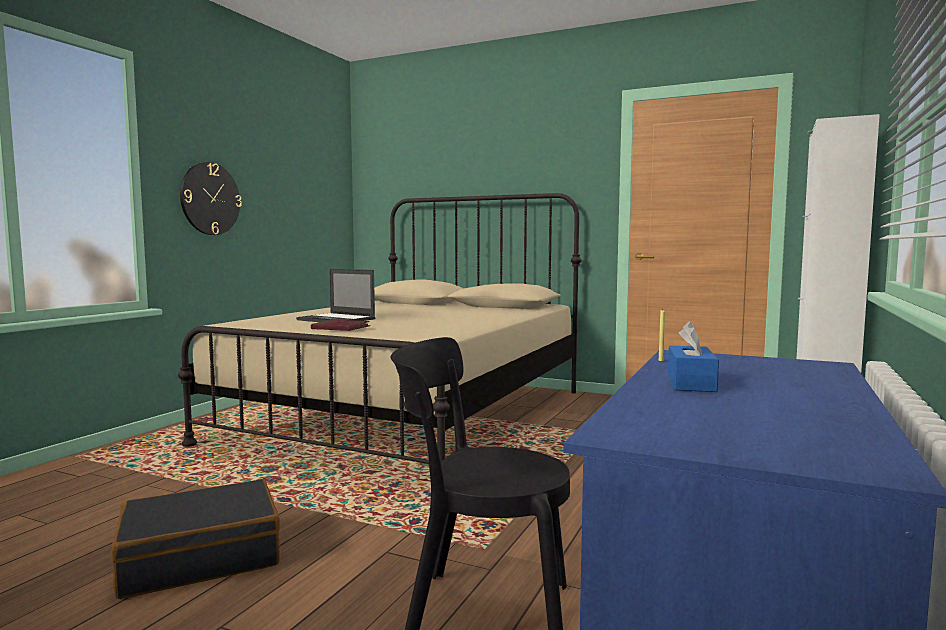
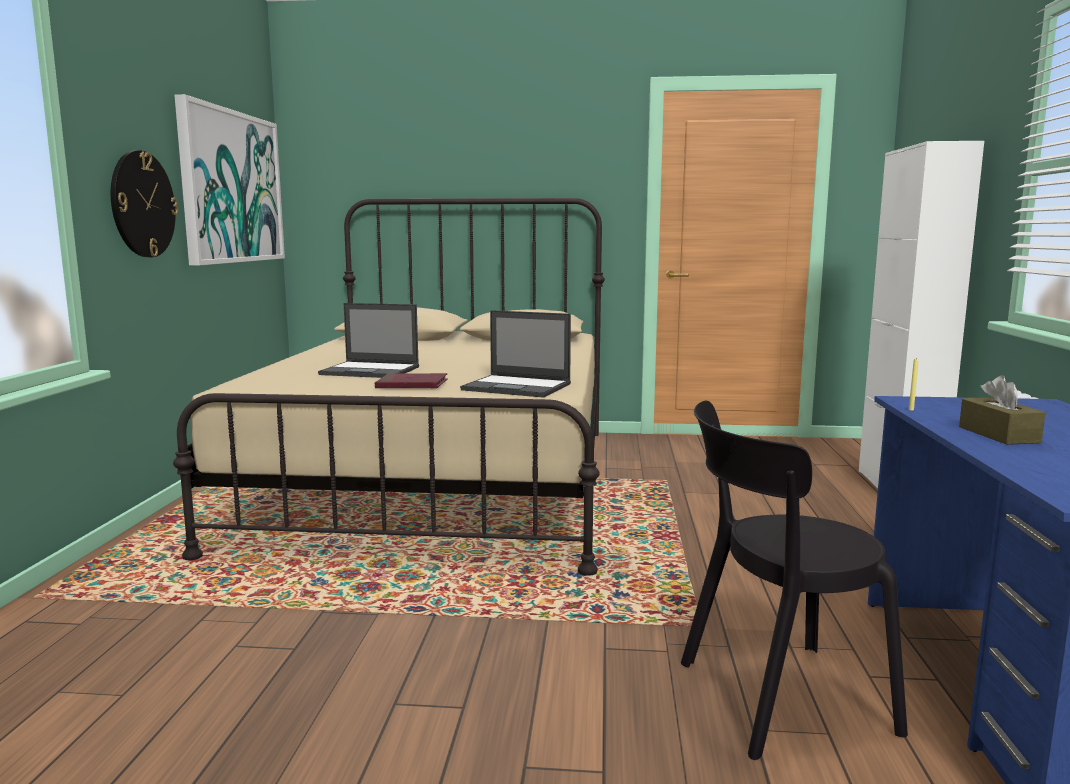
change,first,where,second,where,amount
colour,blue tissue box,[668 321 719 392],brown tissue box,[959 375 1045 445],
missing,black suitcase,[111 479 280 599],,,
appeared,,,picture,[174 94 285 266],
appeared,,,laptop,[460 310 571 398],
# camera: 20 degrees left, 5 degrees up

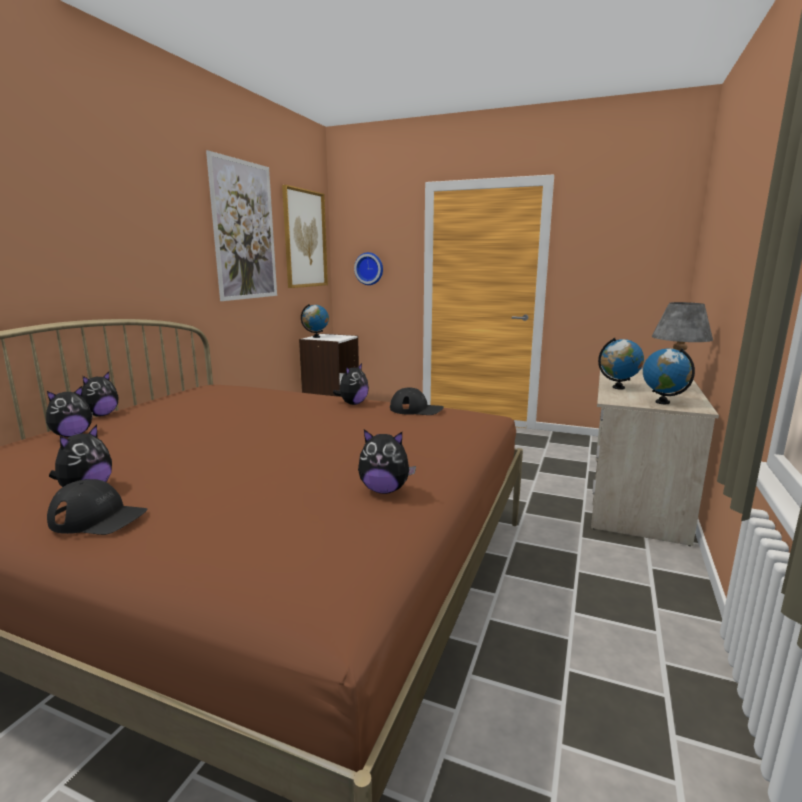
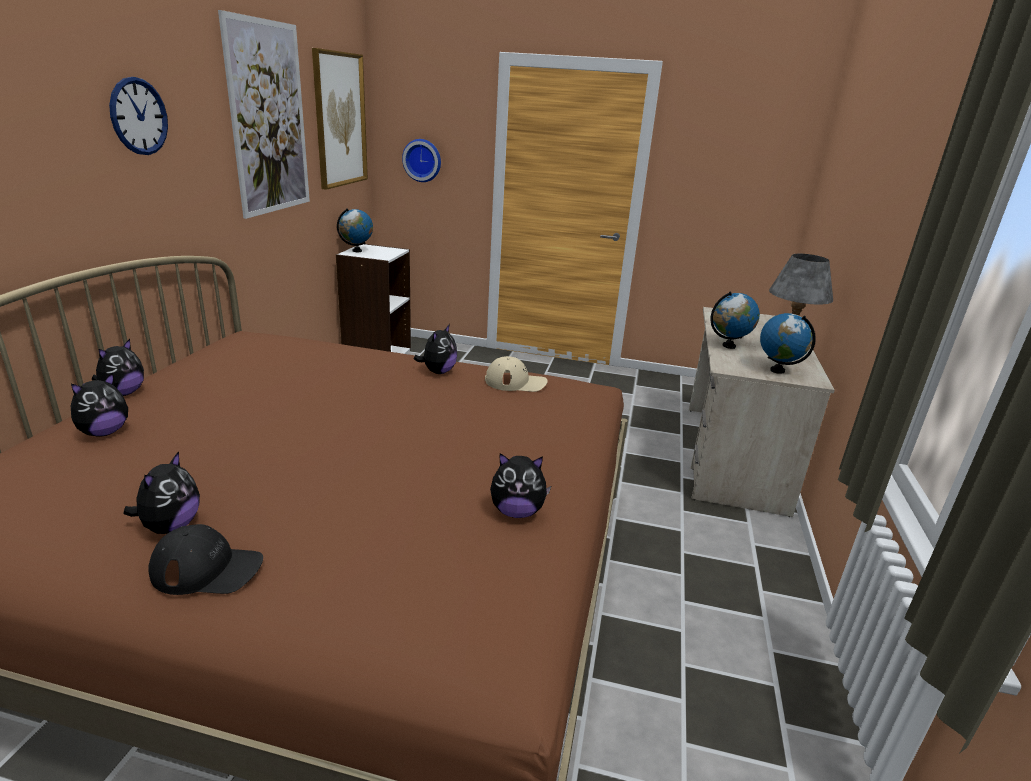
change,first,where,second,where,amount
colour,black cap,[390 388 444 415],beige cap,[485 356 548 392],
appeared,,,wall clock,[109 77 168 155],
# camera: 10 degrees left, 10 degrees up

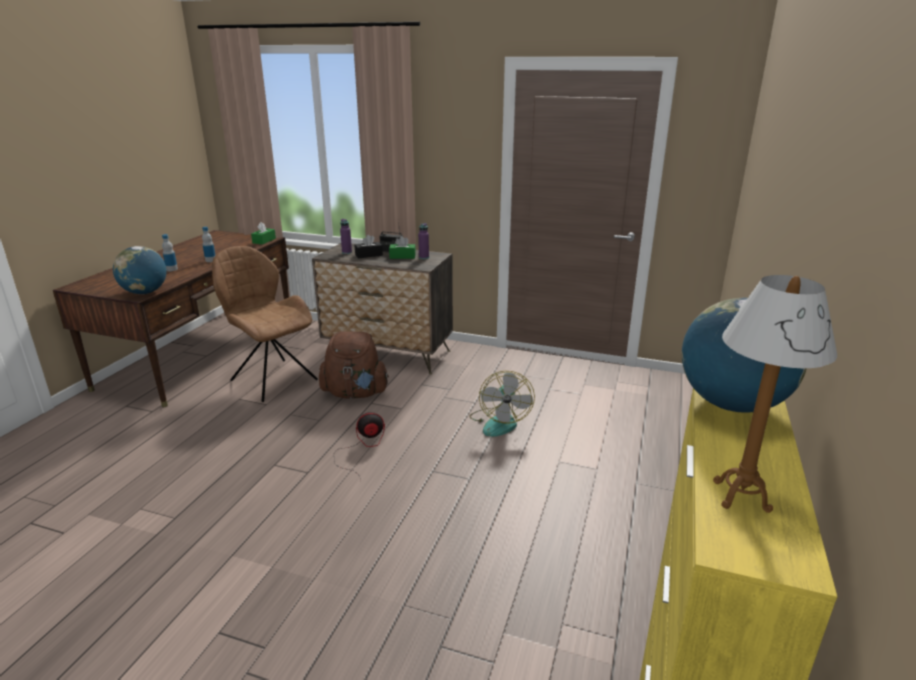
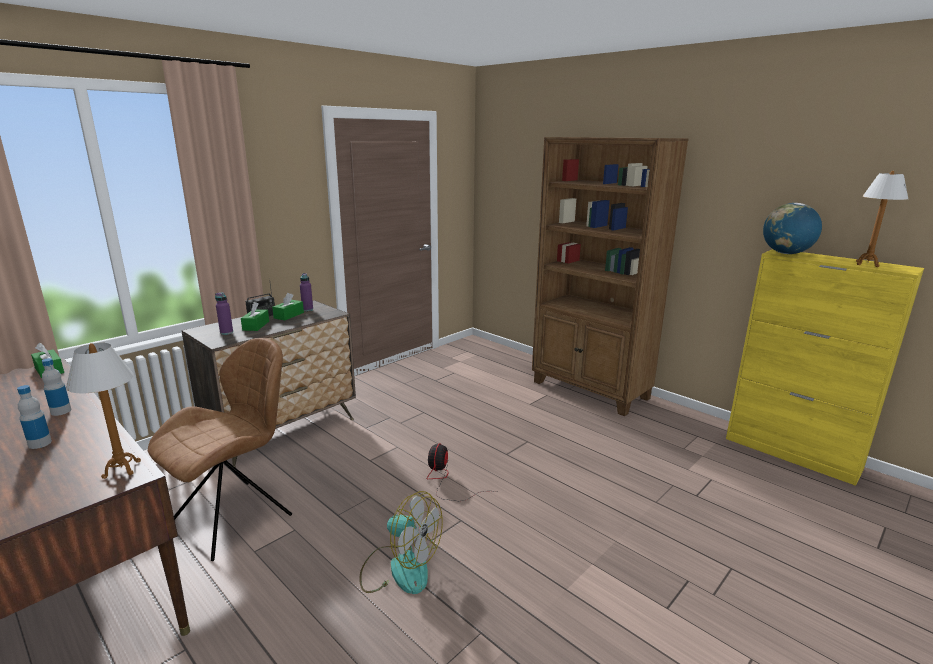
change,first,where,second,where,amount
colour,black tissue box,[355 235 383 258],green tissue box,[241 302 269 331],
exchanged,globe,[113 246 166 294],table lamp,[66 343 141 479],
spun,brown chair,[212 246 318 402],,[148 338 292 561],150 degrees clockwise
missing,brown backpack,[319 331 389 399],,,
relocated,fan,[469 371 535 437],,[359 491 443 594],
appeared,,,brown bookcase,[532 137 689 416],
# camera: 65 degrees left, 5 degrees down

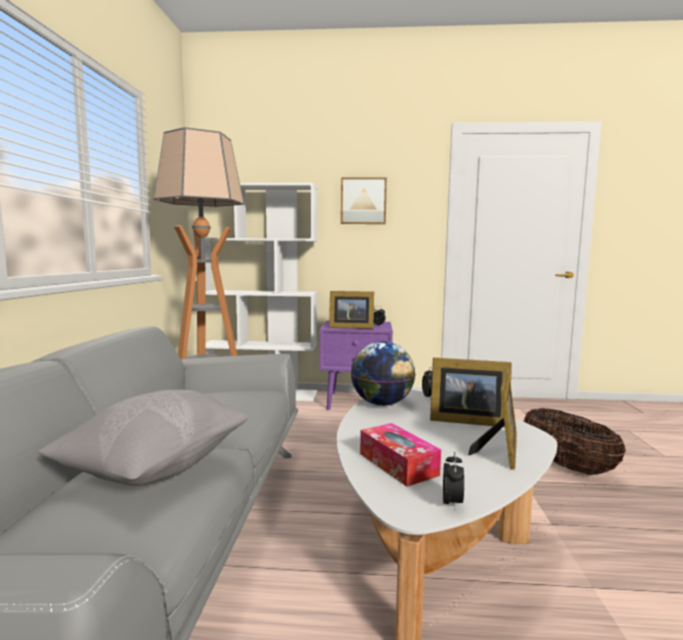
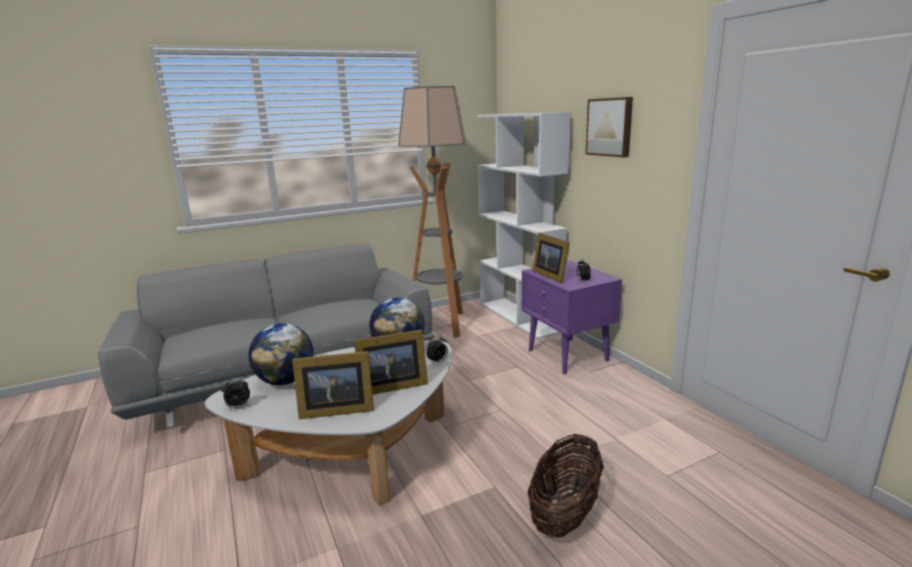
change,first,where,second,where,amount
spun,picture frame,[430 357 512 427],,[354 329 428 395],90 degrees counterclockwise
missing,grey pillow,[38 390 248 486],,,
exchanged,tissue box,[360 423 441 487],globe,[248 323 314 385],
# camera: 60 degrees right, 10 degrees up

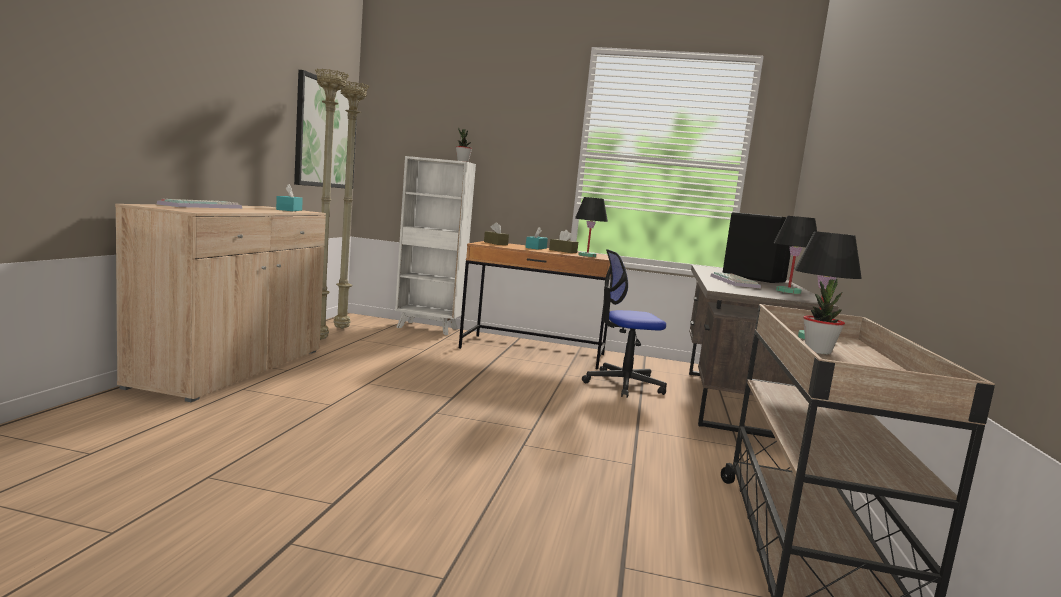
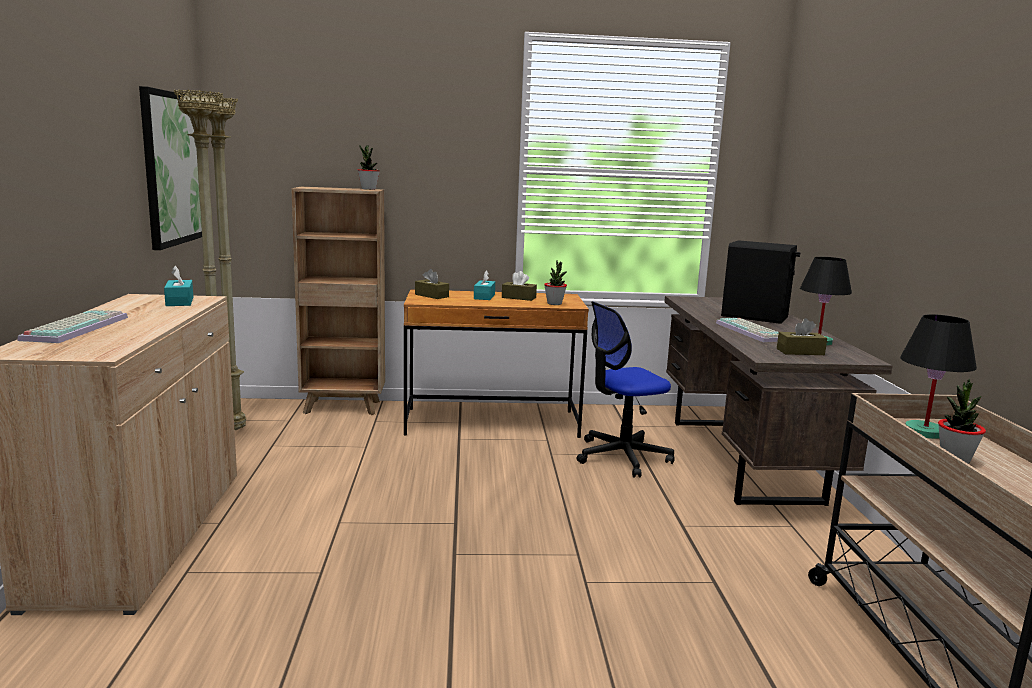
change,first,where,second,where,amount
colour,white bookcase,[395 156 476 335],brown bookcase,[291 187 385 415],
exchanged,black table lamp,[575 197 608 257],potted plant,[544 260 567 305],
appeared,,,brown tissue box,[777 318 827 355],
# camera: 15 degrees left, 5 degrees up

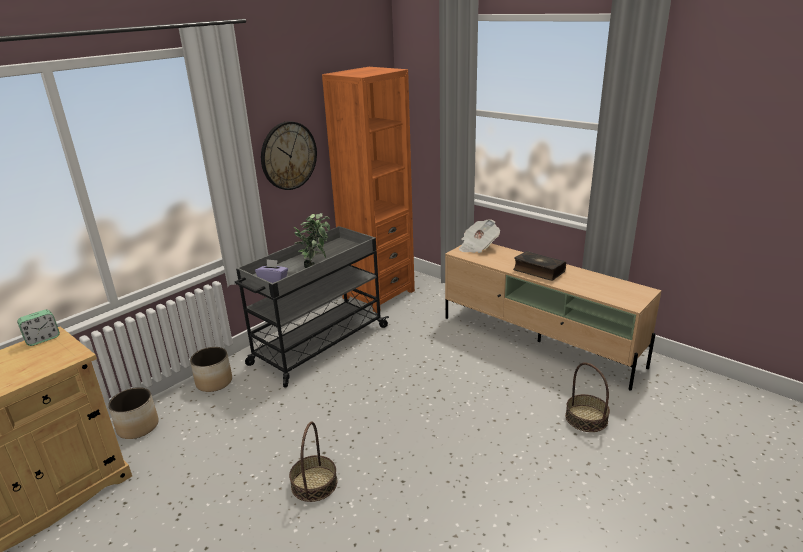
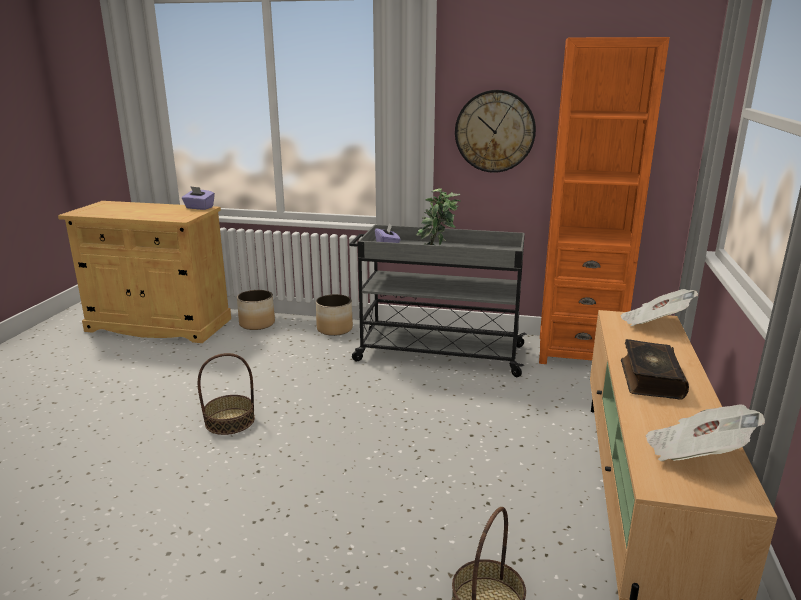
change,first,where,second,where,amount
exchanged,alarm clock,[17 310 60 346],purple tissue box,[182 186 215 210],
appeared,,,newspaper,[646 405 765 461],
# camera: 60 degrees right, 5 degrees down

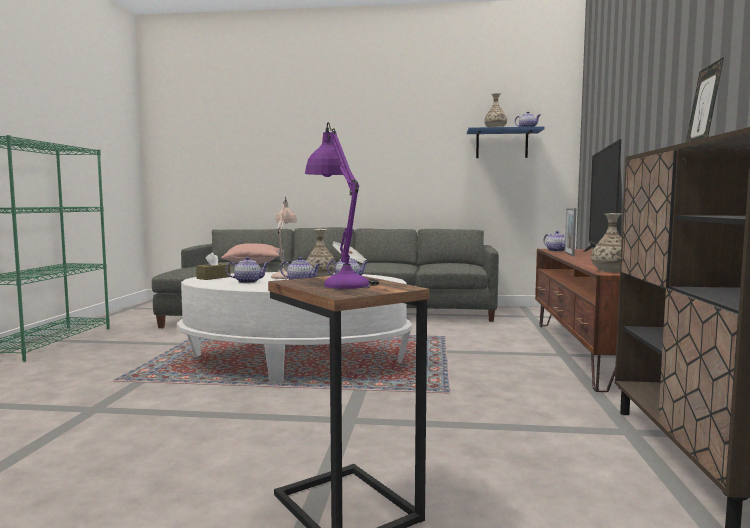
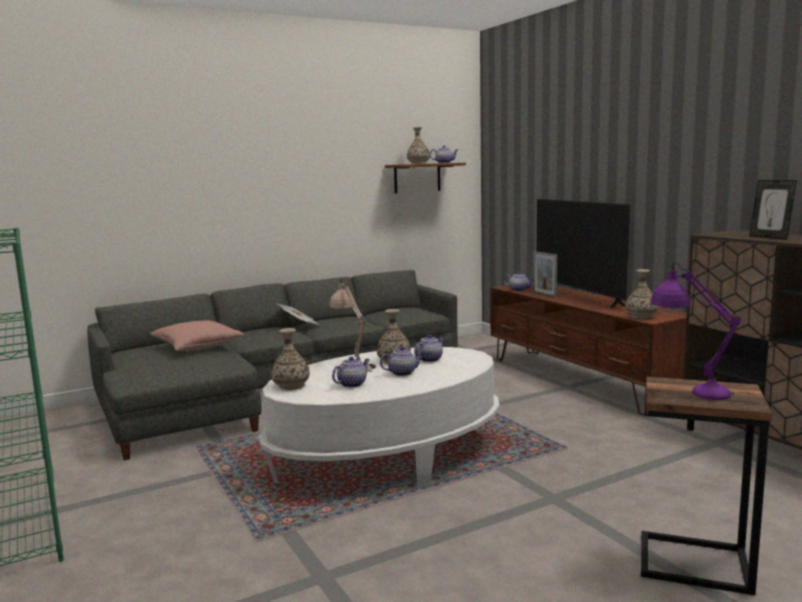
change,first,where,second,where,amount
colour,blue shelf,[467 126 544 158],brown shelf,[385 163 466 193],
exchanged,brown tissue box,[196 252 230 280],vase,[271 328 310 390],
# camera: 35 degrees left, 5 degrees up

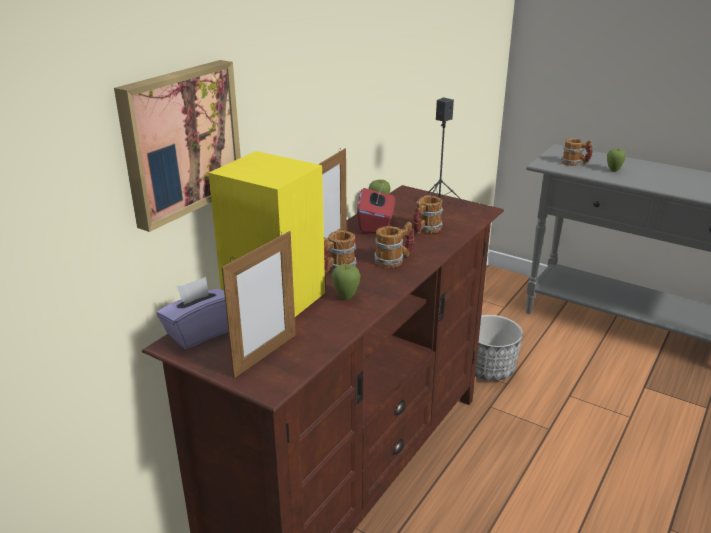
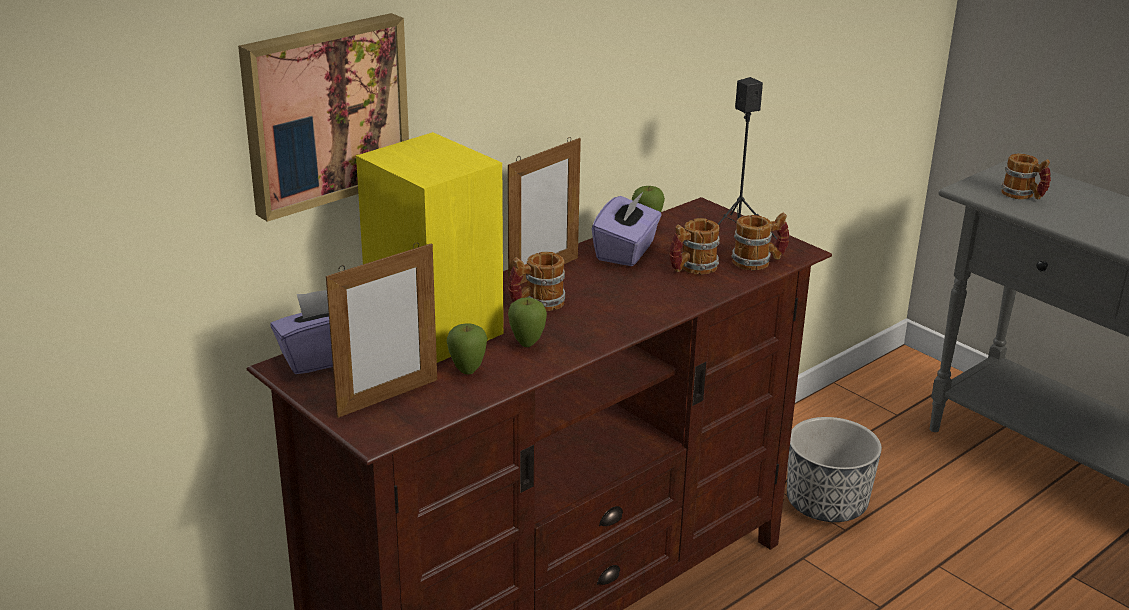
change,first,where,second,where,amount
relocated,apple,[607 149 626 172],,[447 323 487 374],
colour,red tissue box,[357 186 395 234],purple tissue box,[592 192 662 266],
relocated,mug,[374 222 415 268],,[732 212 789 270],
# camera: 15 degrees right, 0 degrees up

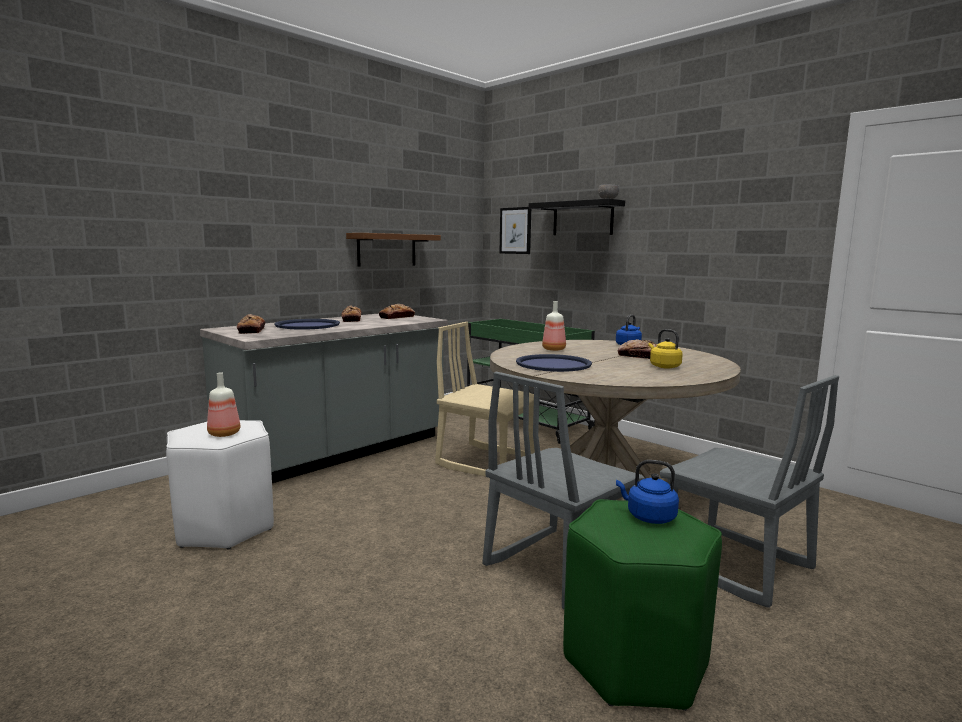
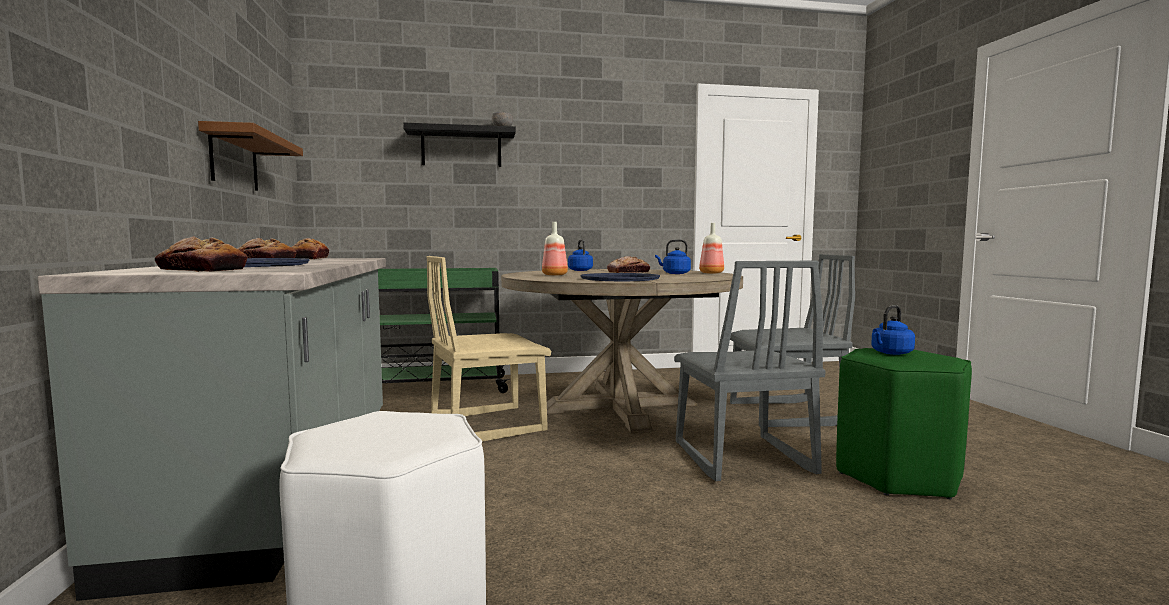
change,first,where,second,where,amount
missing,picture,[500 207 531 254],,,
colour,yellow kettle,[648 329 683 369],blue kettle,[655 239 691 274],
relocated,bottle,[207 373 240 437],,[699 223 724 274],
# camera: 55 degrees left, 5 degrees down

